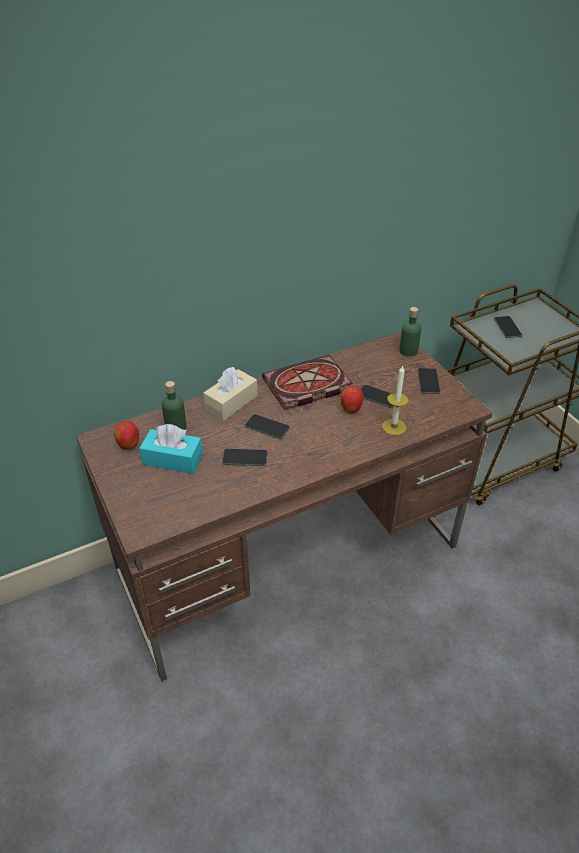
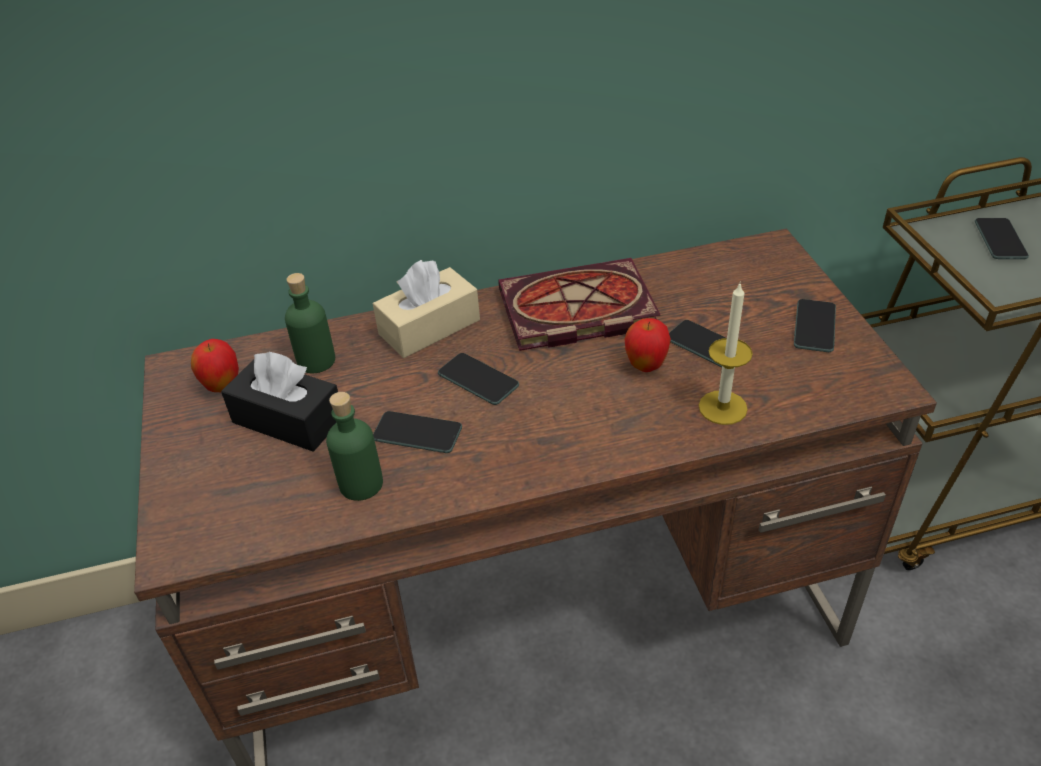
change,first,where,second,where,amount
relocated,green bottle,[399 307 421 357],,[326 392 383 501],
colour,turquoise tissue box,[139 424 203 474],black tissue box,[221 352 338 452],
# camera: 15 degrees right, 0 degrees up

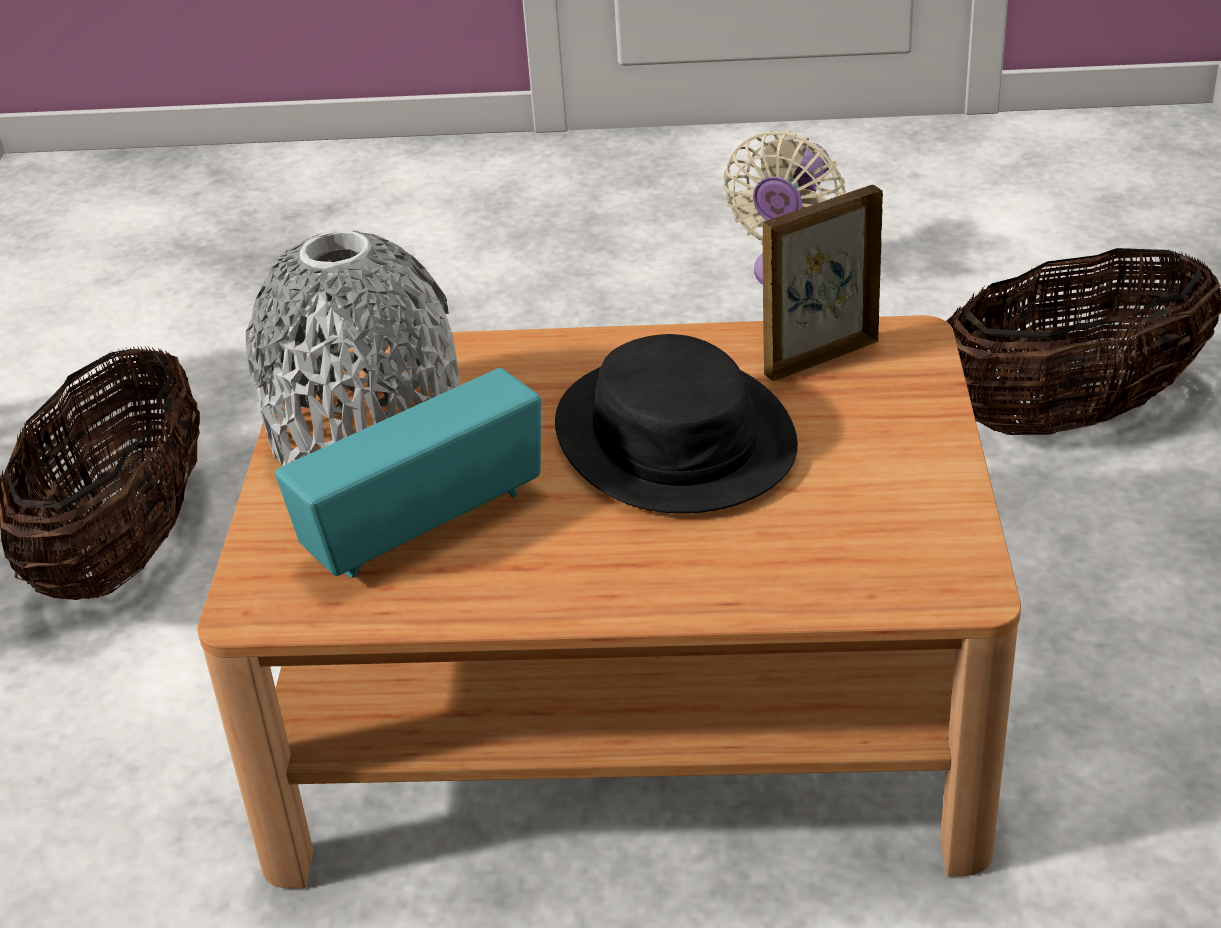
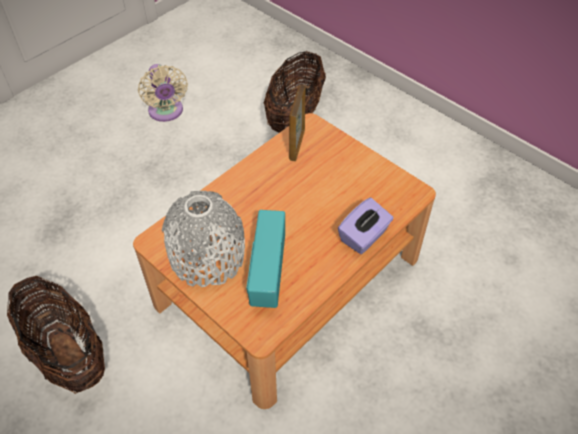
change,first,where,second,where,amount
missing,black hat,[555 334 798 513],,,
appeared,,,purple tissue box,[338 198 394 254],
# camera: 50 degrees left, 15 degrees up

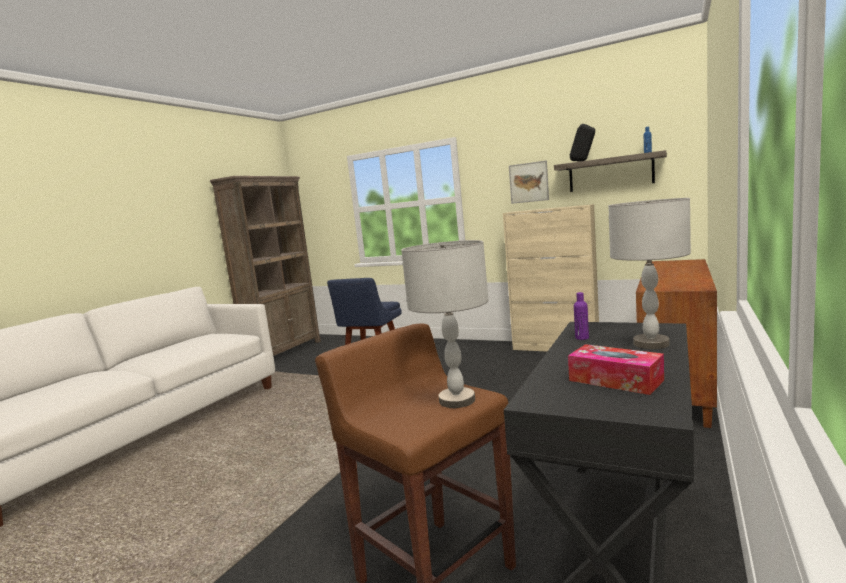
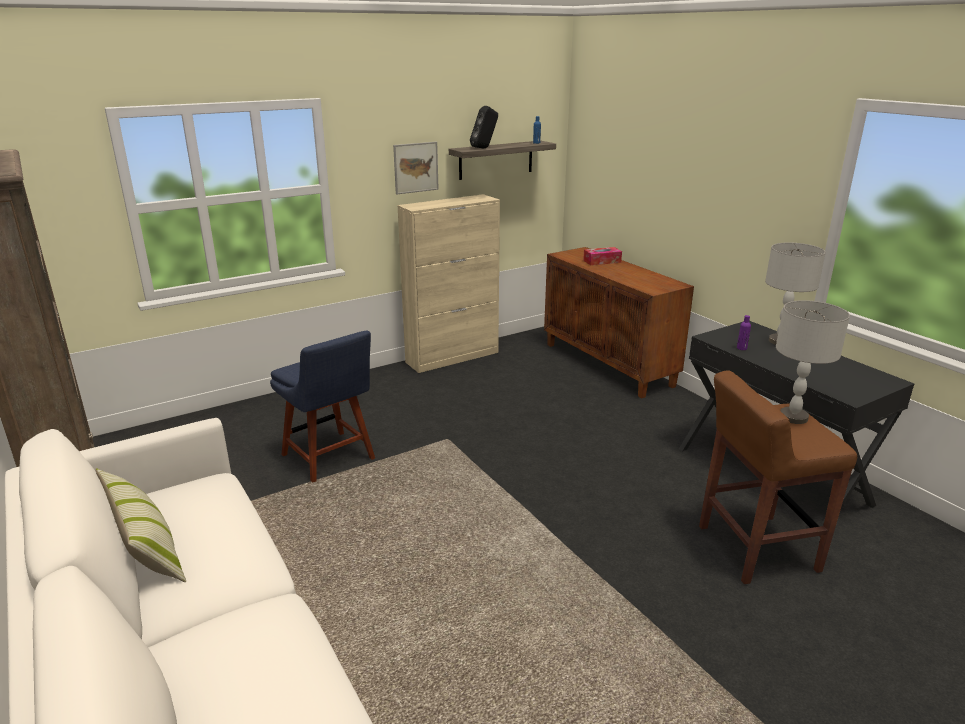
change,first,where,second,where,amount
relocated,tissue box,[568 344 664 395],,[583 247 622 265],
appeared,,,pillow,[95 468 186 582],
# camera: 60 degrees left, 15 degrees up

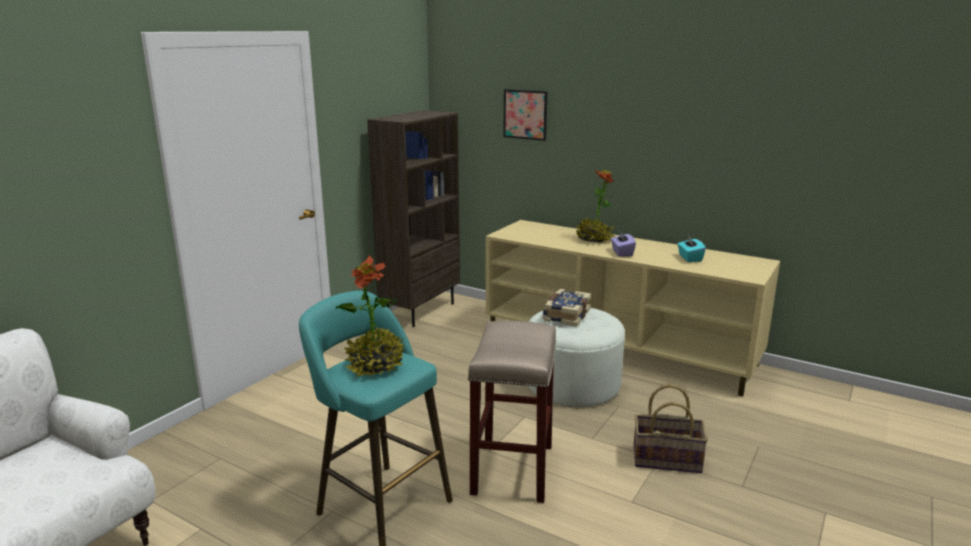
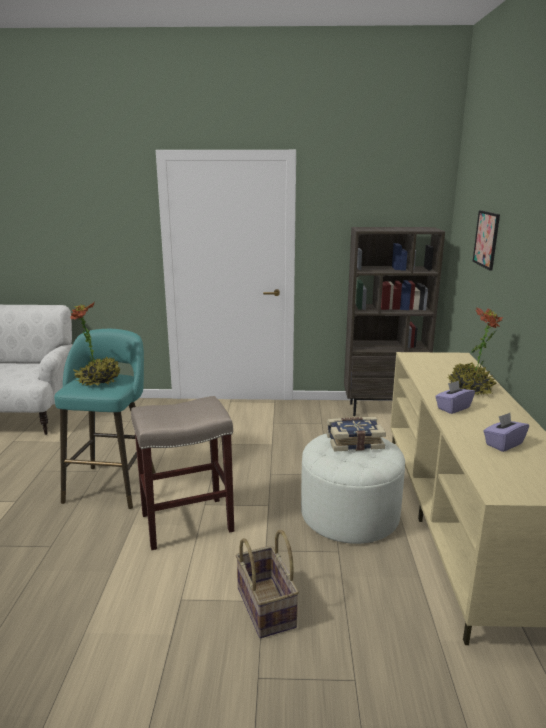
change,first,where,second,where,amount
colour,turquoise tissue box,[677 236 706 262],purple tissue box,[483 413 529 452],
# camera: 60 degrees right, 0 degrees up

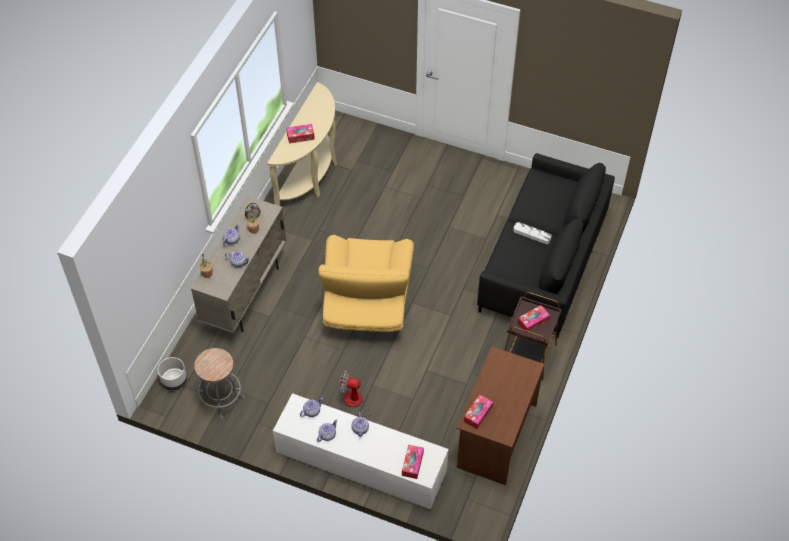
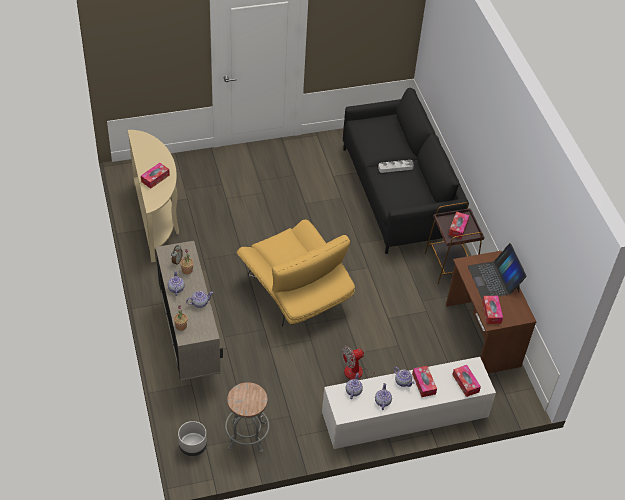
change,first,where,second,where,amount
appeared,,,laptop,[468 243 526 299],
appeared,,,tissue box,[412 366 437 397],
# camera: 40 degrees left, 5 degrees down

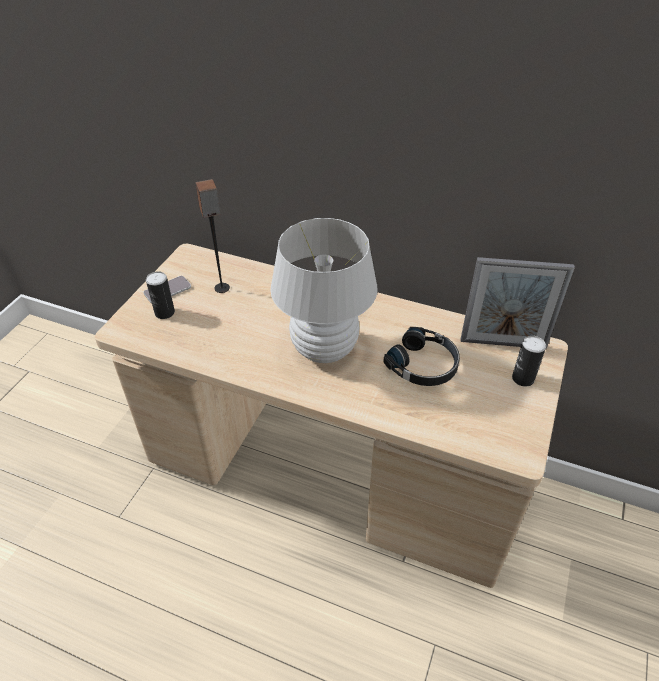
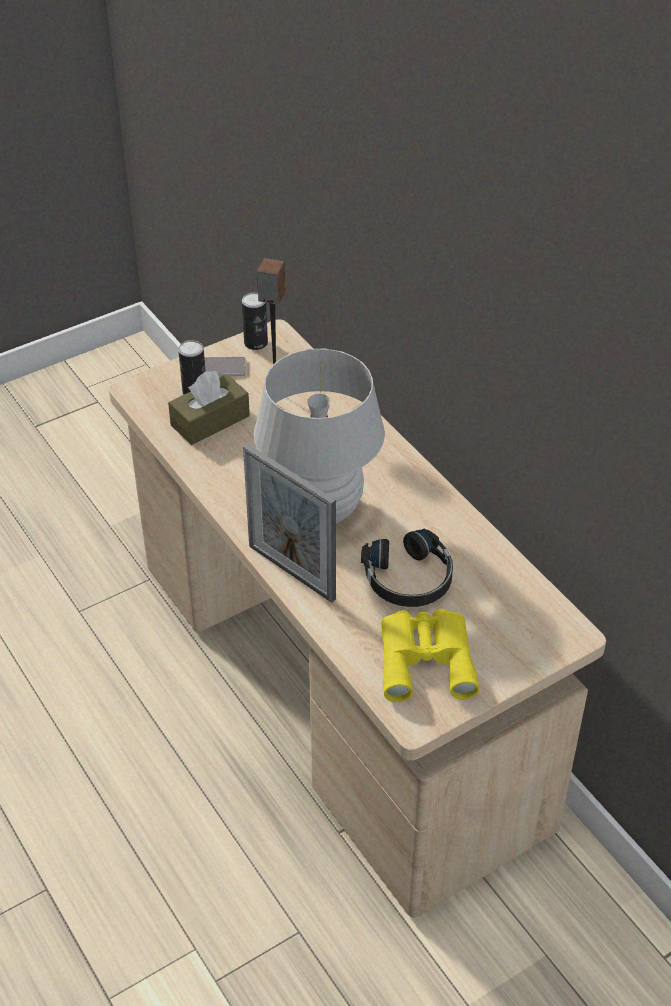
change,first,where,second,where,amount
relocated,picture frame,[461 257 575 349],,[243 444 336 603],
relocated,can,[512 336 546 387],,[242 292 268 350],
appeared,,,brown tissue box,[168 371 250 445],
appeared,,,yellow binoculars,[381 609 479 702],
# camera: 35 degrees right, 0 degrees up

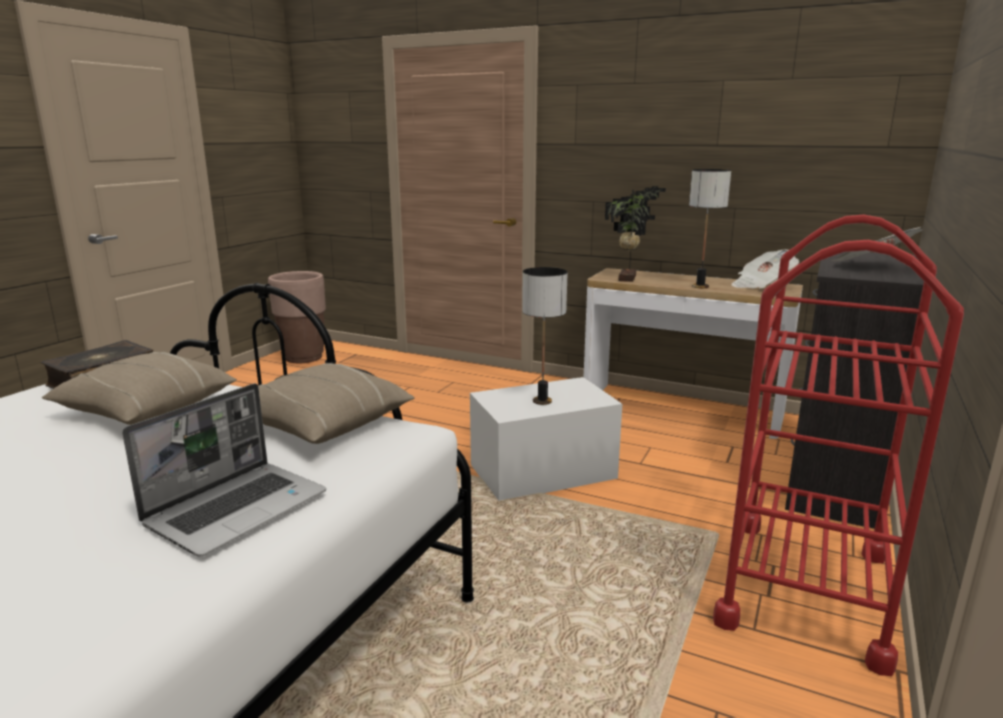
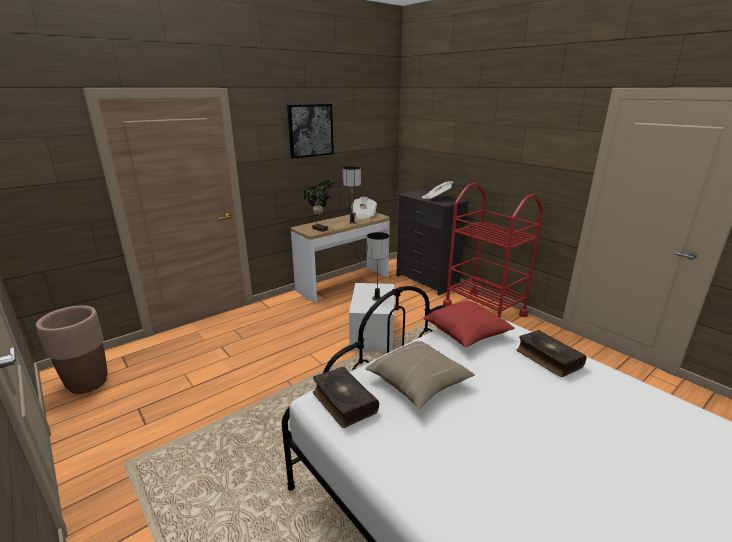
change,first,where,second,where,amount
colour,beige pillow,[258 363 415 444],red pillow,[423 301 515 347],
exchanged,laptop,[122 383 326 557],book,[516 330 587 377],
appeared,,,picture,[287 104 334 159],
# camera: 65 degrees left, 5 degrees up

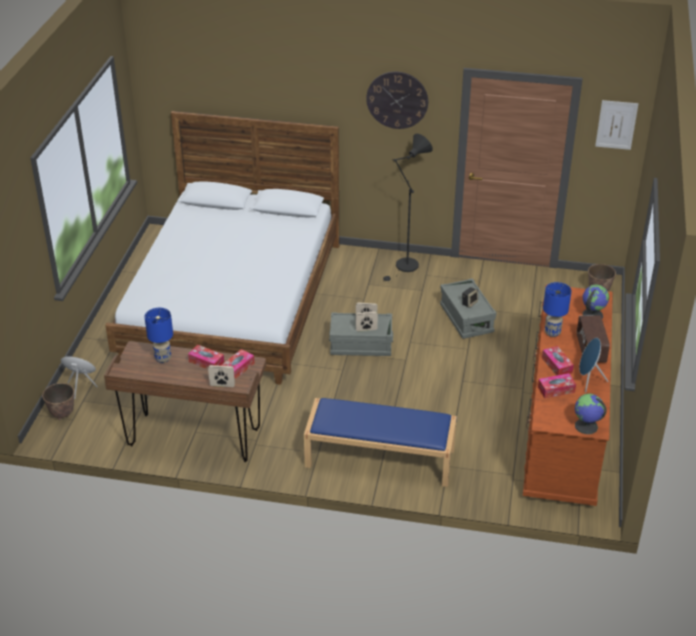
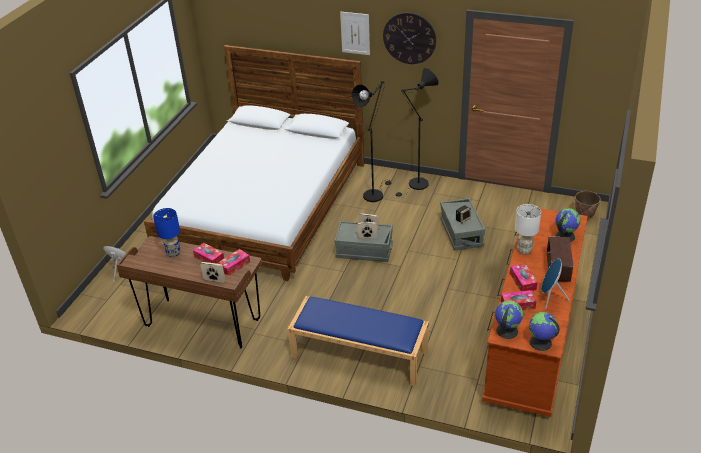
change,first,where,second,where,amount
relocated,picture,[595 100 638 150],,[340 11 370 55],
colour,blue table lamp,[543 282 571 337],white table lamp,[515 204 541 255],
missing,planter,[42 383 74 420],,,
appeared,,,black floor lamp,[352 81 391 202],
appeared,,,globe,[495 300 523 339],
# camera: 10 degrees right, 0 degrees up

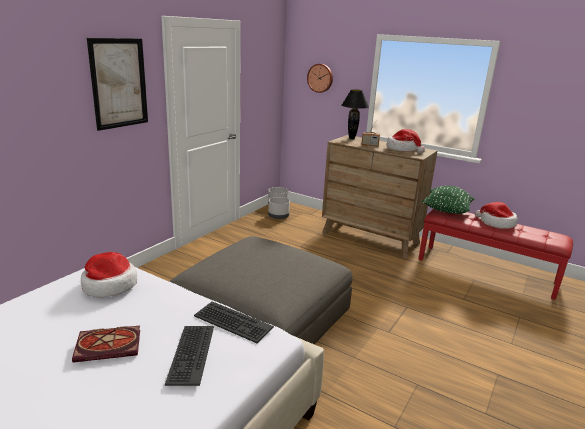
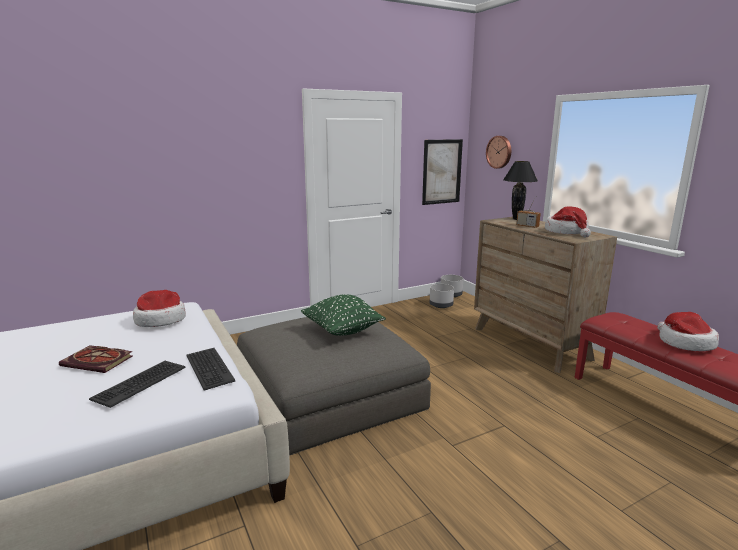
change,first,where,second,where,amount
relocated,picture,[87 38 148 131],,[422 139 463 205],
relocated,green pillow,[422 186 475 214],,[301 294 386 336],
# camera: 30 degrees right, 5 degrees down

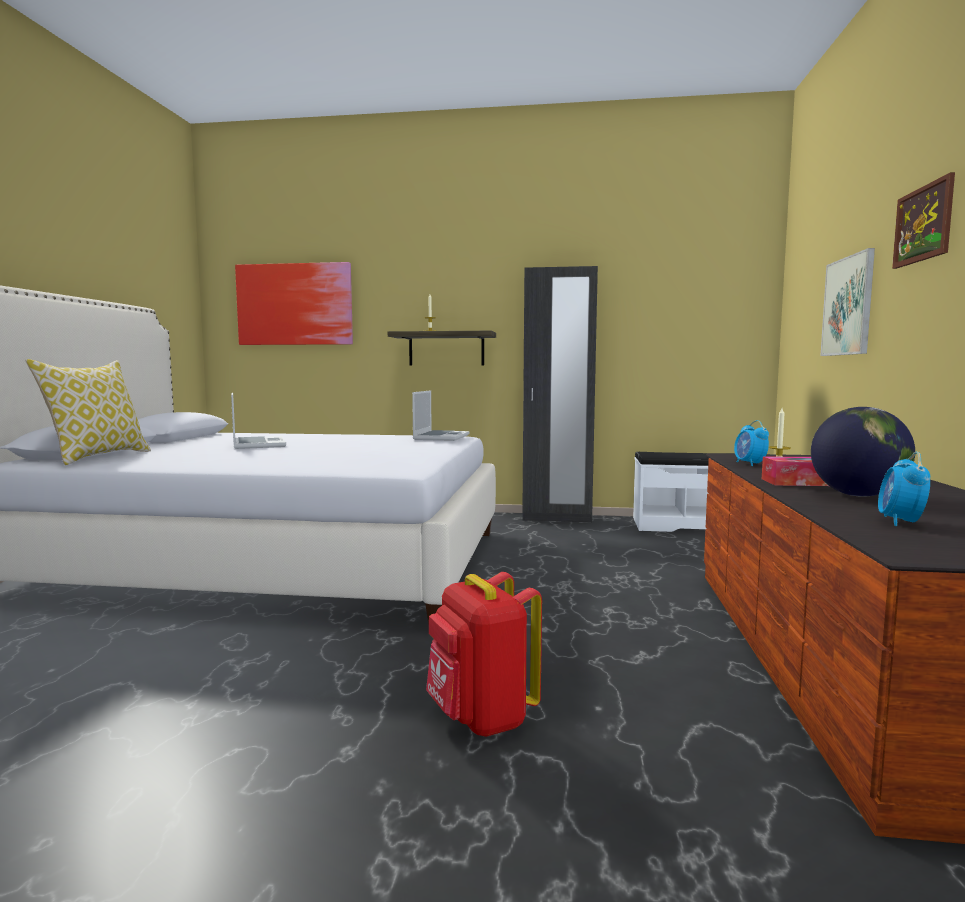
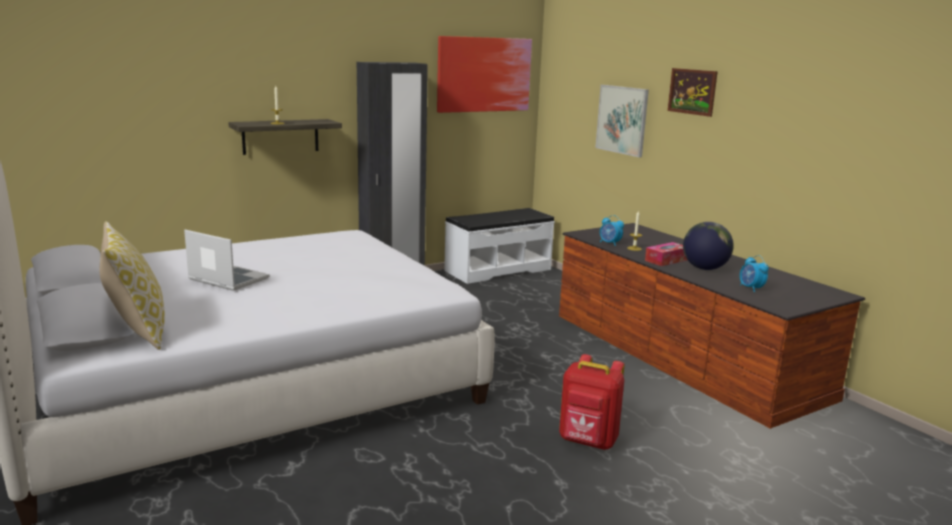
change,first,where,second,where,amount
relocated,picture,[235 262 353 345],,[437 36 532 113],
missing,laptop,[412 390 470 441],,,
# camera: 40 degrees left, 10 degrees up

